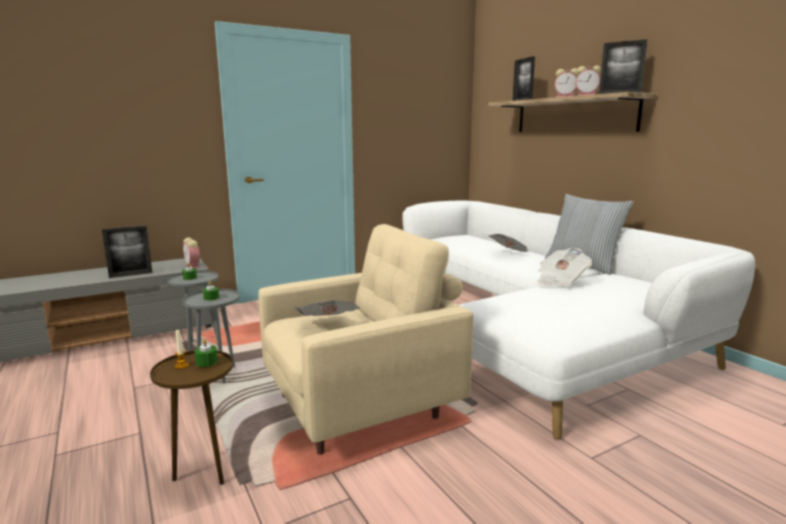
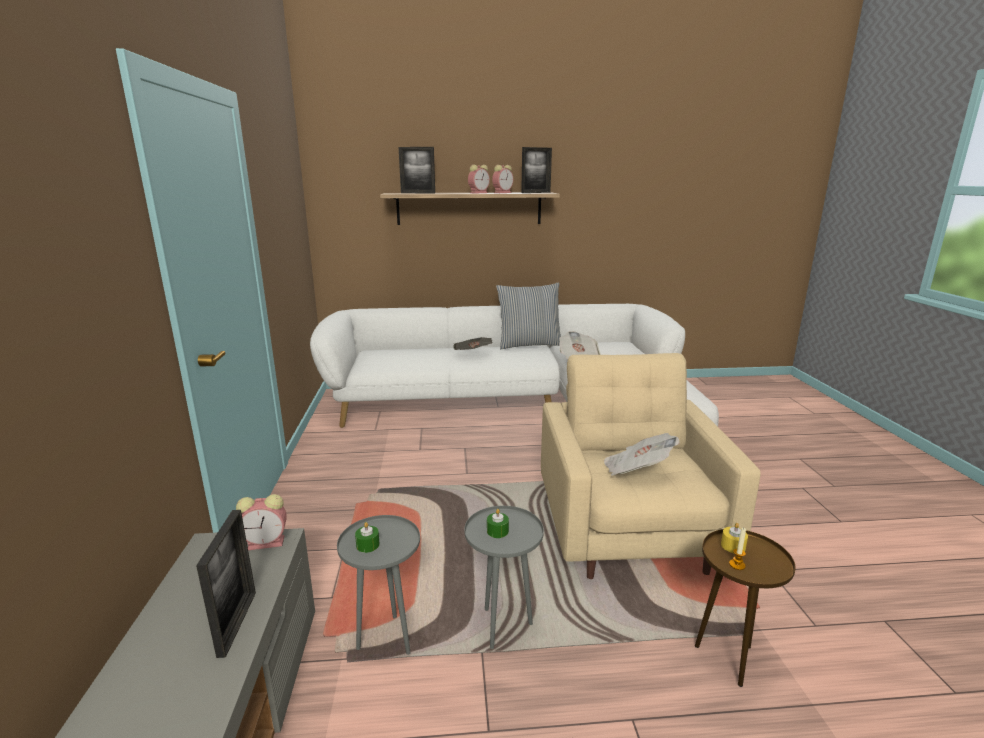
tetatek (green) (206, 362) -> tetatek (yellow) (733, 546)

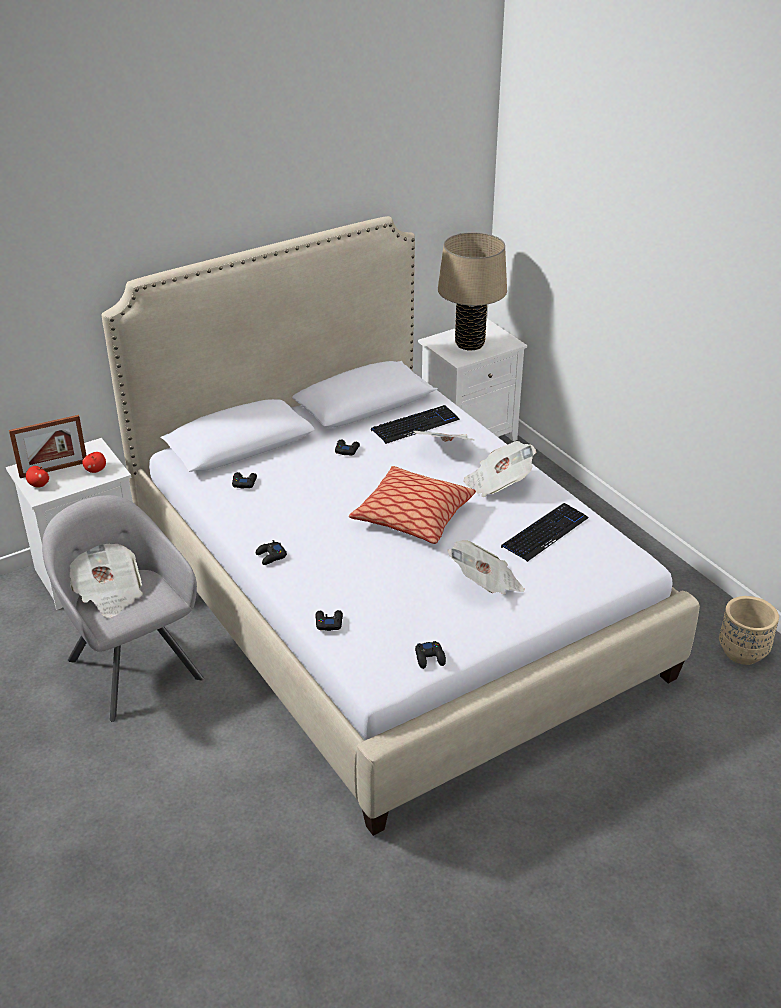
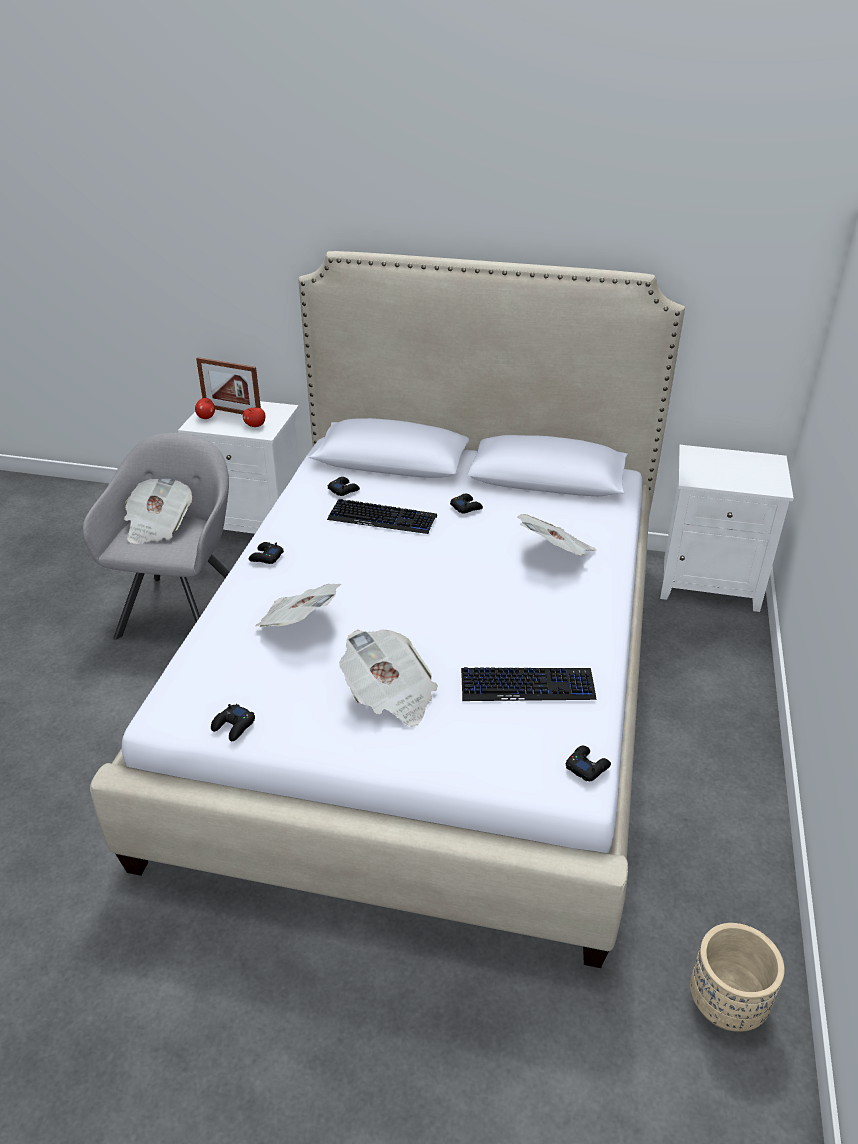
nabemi (412, 516) -> none
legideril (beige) (469, 344) -> none
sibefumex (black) (328, 622) -> sibefumex (black) (587, 767), relocated
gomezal (415, 425) -> gomezal (382, 518), relocated
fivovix (498, 483) -> fivovix (299, 623), relocated

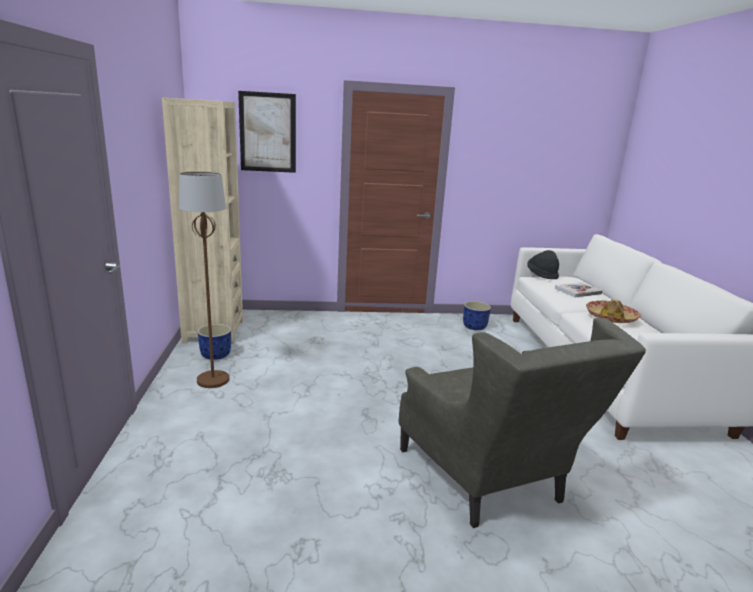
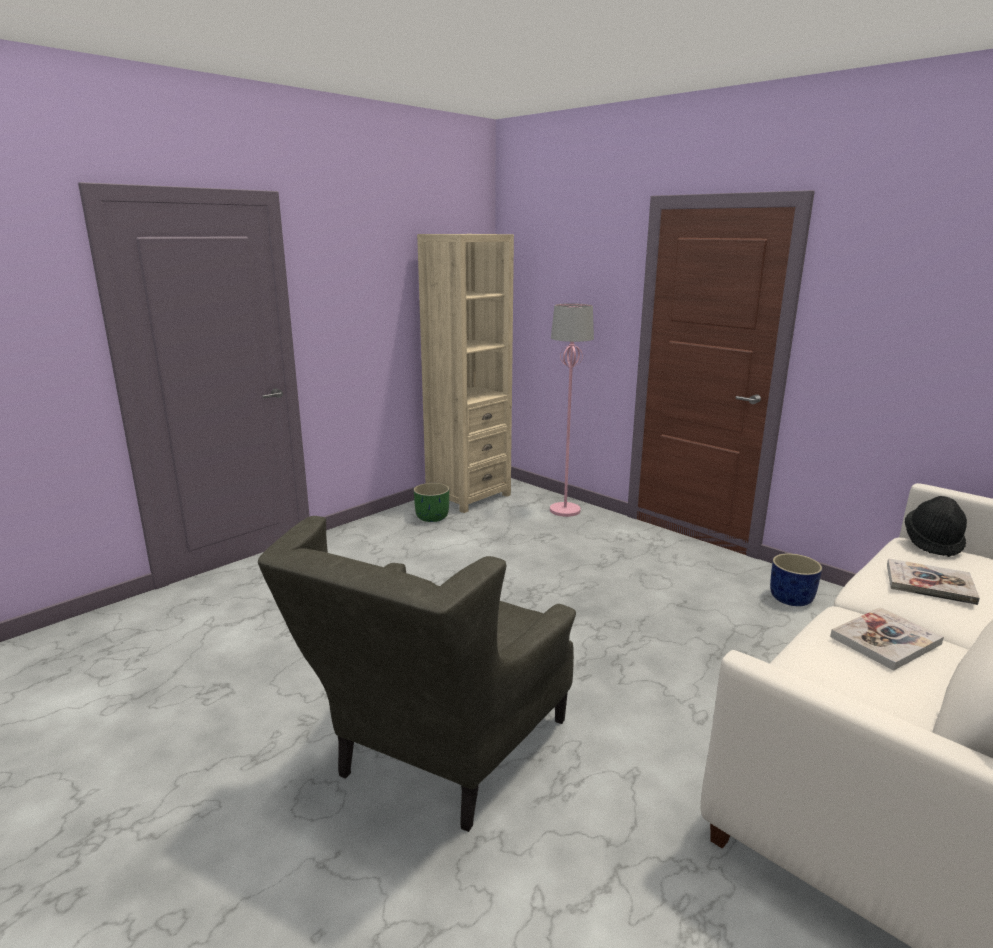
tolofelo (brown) (212, 380) -> none
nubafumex (268, 132) -> none
none -> tolofelo (pink) (565, 510)
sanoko (611, 317) -> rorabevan (885, 640)
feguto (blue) (215, 355) -> feguto (green) (432, 517)

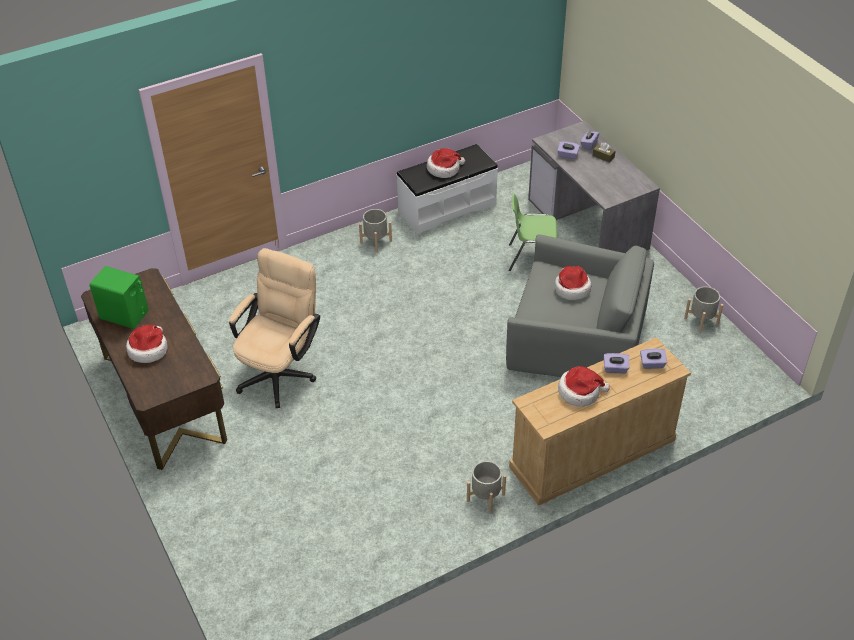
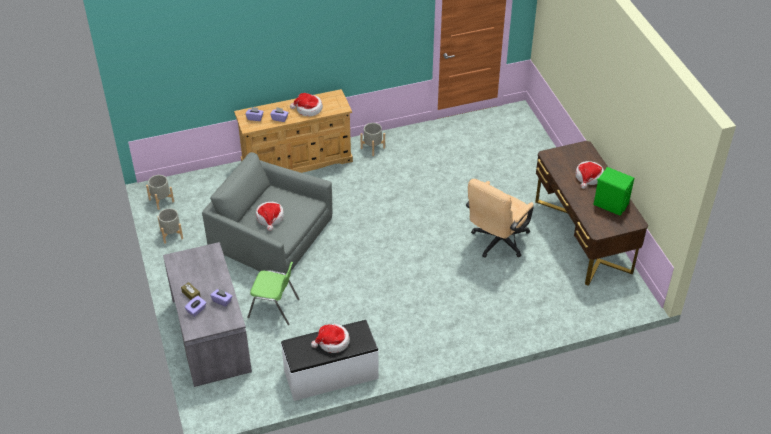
feguto (grey) (376, 242) -> feguto (grey) (161, 200), relocated

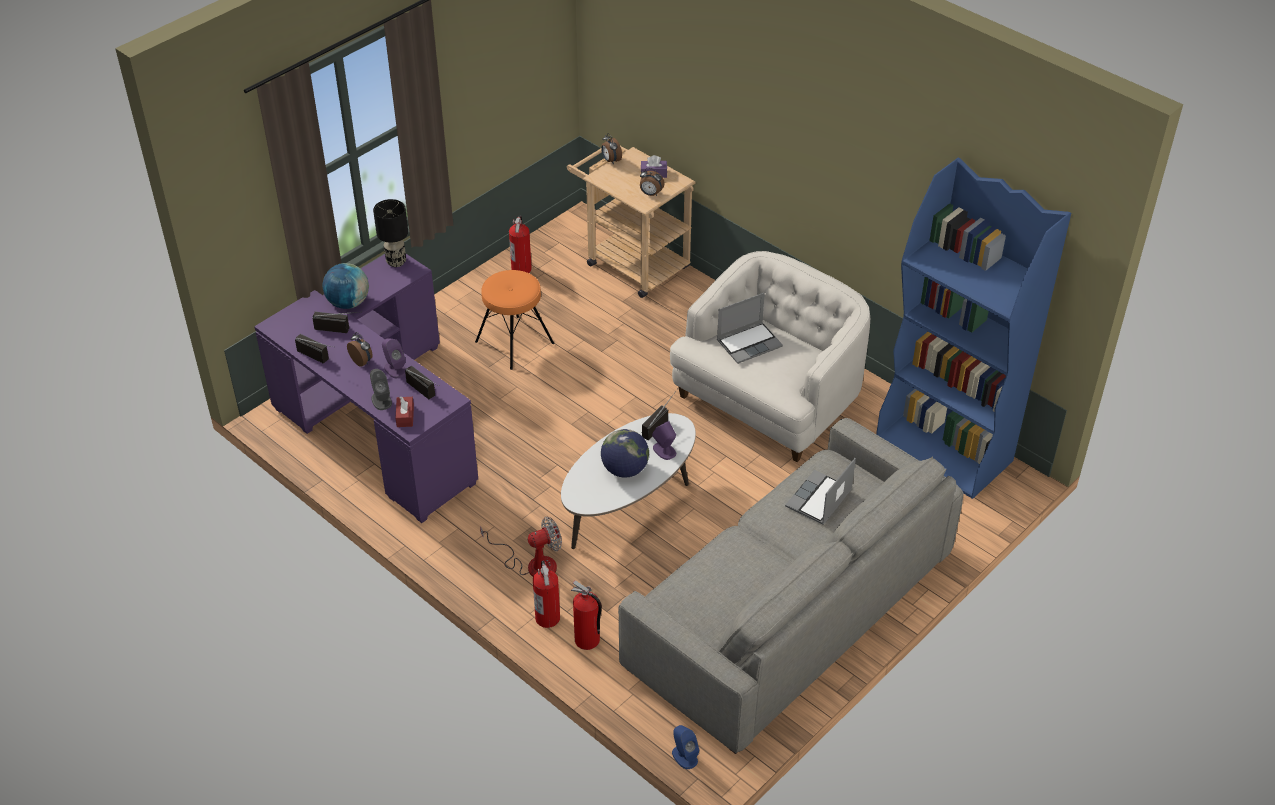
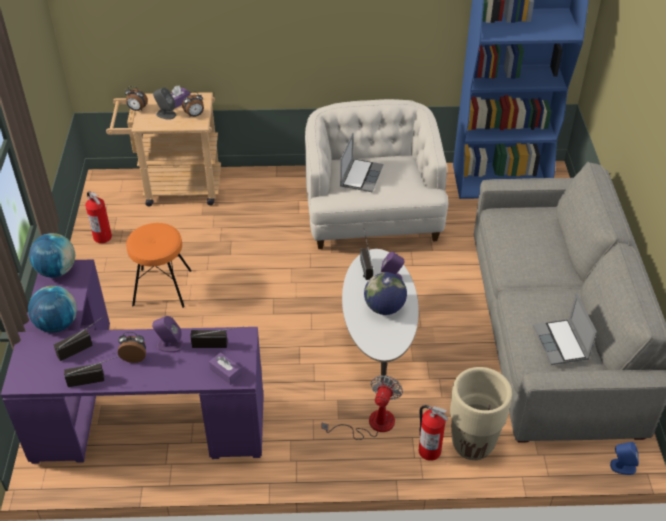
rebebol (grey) (381, 400) -> rebebol (grey) (166, 114), relocated
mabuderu (819, 500) -> mabuderu (561, 343), relocated
legideril (black) (396, 262) -> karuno (56, 271)
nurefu (587, 640) -> feguto (beige) (472, 444)
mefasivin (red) (405, 416) -> mefasivin (purple) (226, 372)

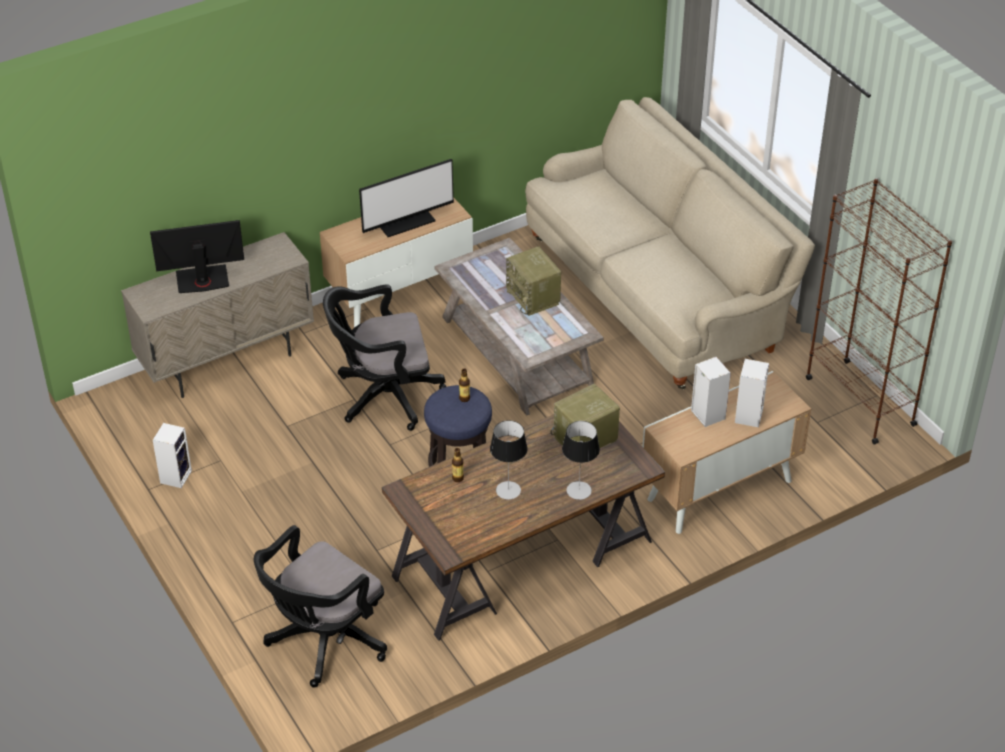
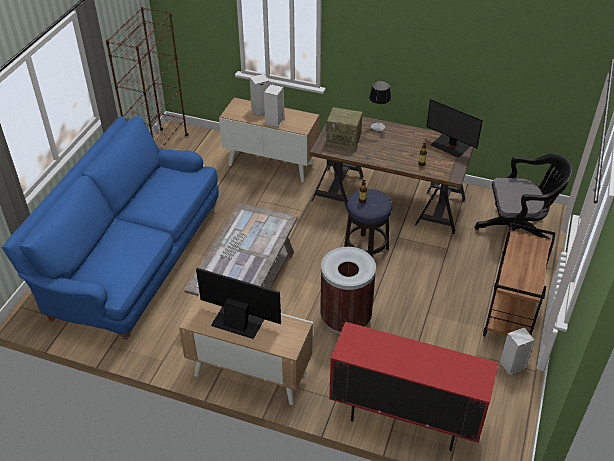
legideril (508, 490) -> none
none -> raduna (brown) (510, 317)
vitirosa (202, 280) -> vitirosa (450, 146), relocated
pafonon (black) (383, 396) -> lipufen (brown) (345, 319)
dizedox (534, 298) -> gomezal (233, 245)
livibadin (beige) (227, 362) -> livibadin (red) (404, 419)
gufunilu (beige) (658, 290) -> gufunilu (blue) (131, 258)

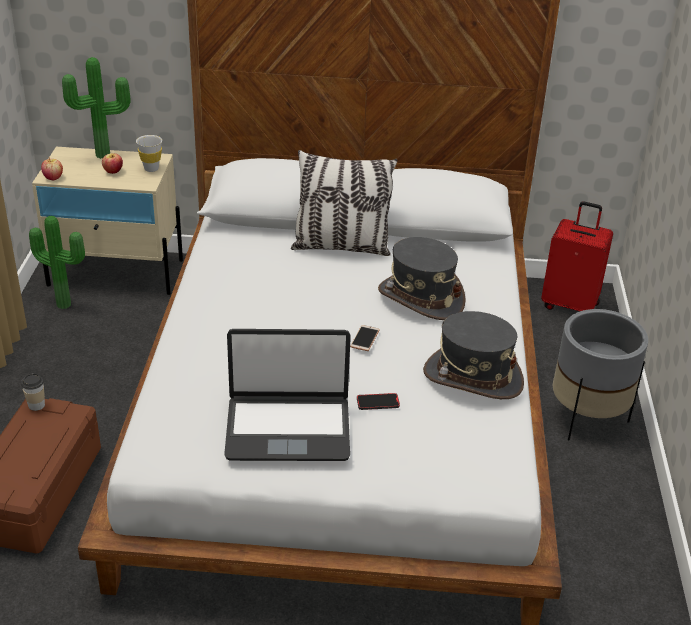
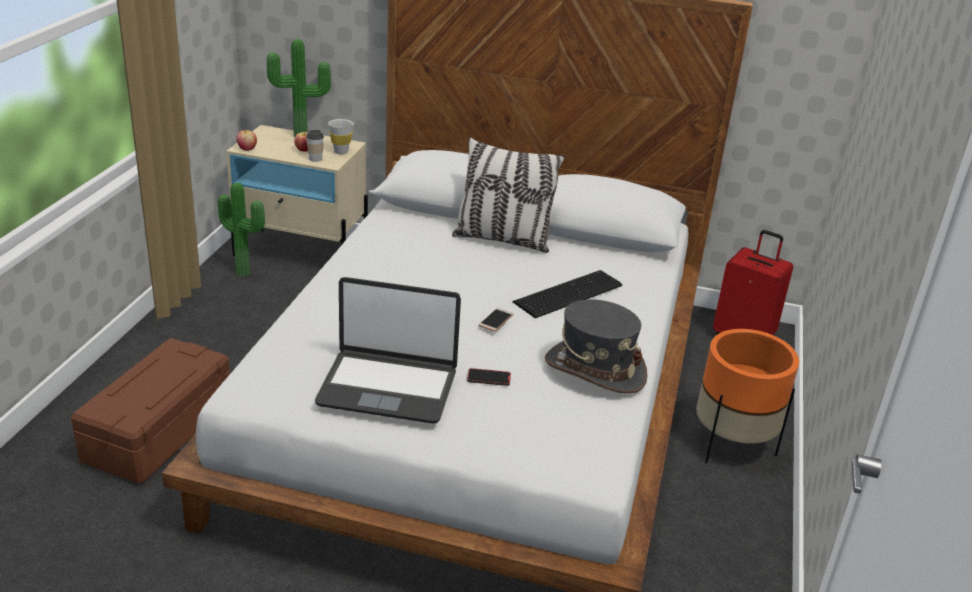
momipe (36, 405) -> momipe (315, 159), relocated
sanoko (grey) (420, 298) -> gomezal (565, 293)
feguto (grey) (587, 418) -> feguto (orange) (732, 445)

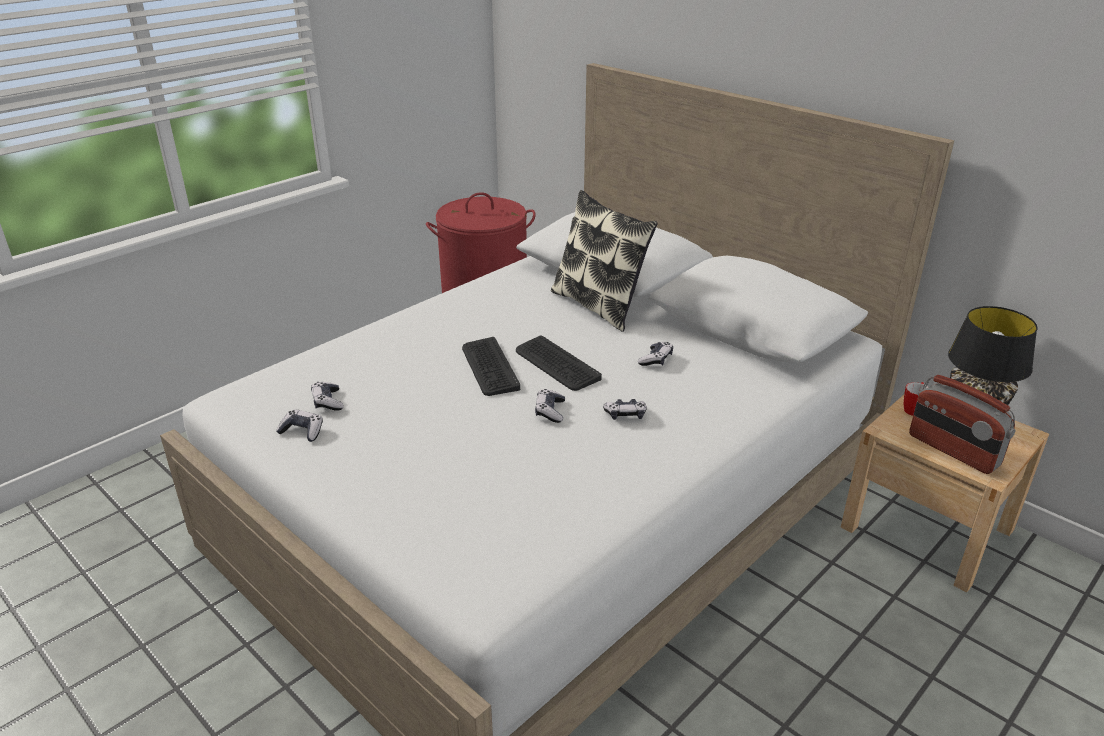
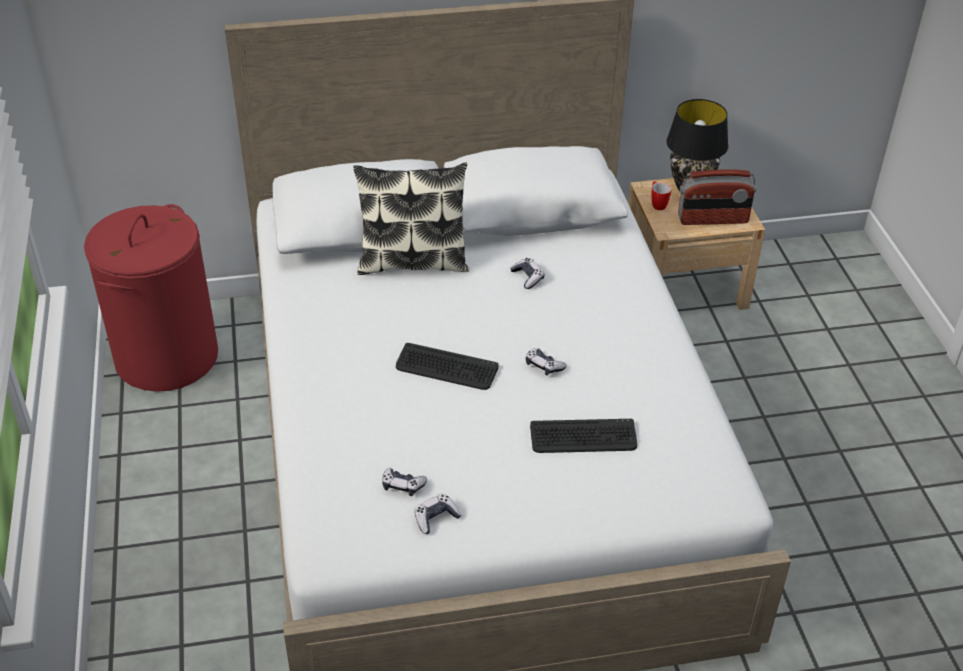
sibefumex (625, 414) -> none
gomezal (556, 364) -> gomezal (583, 437), relocated

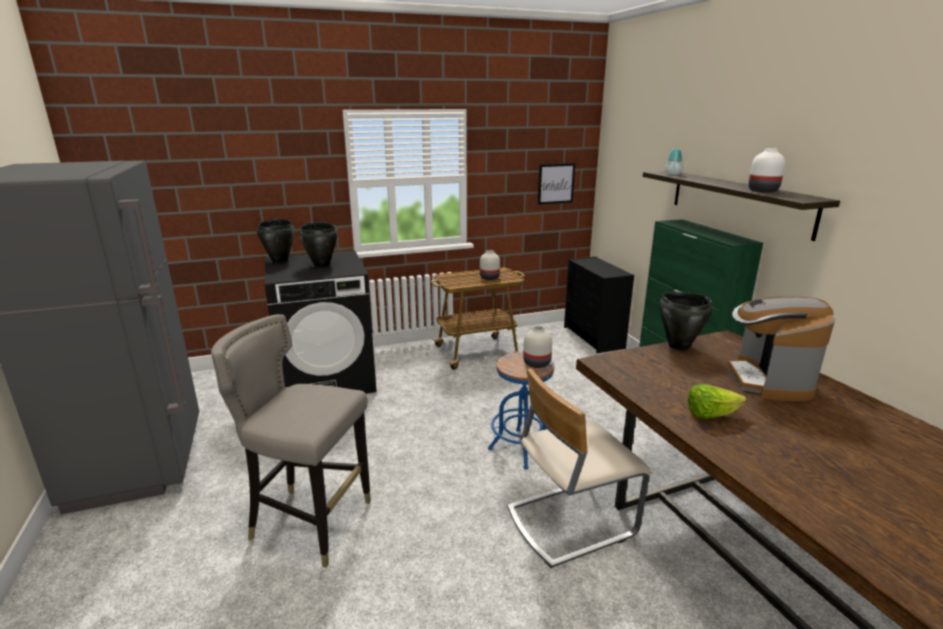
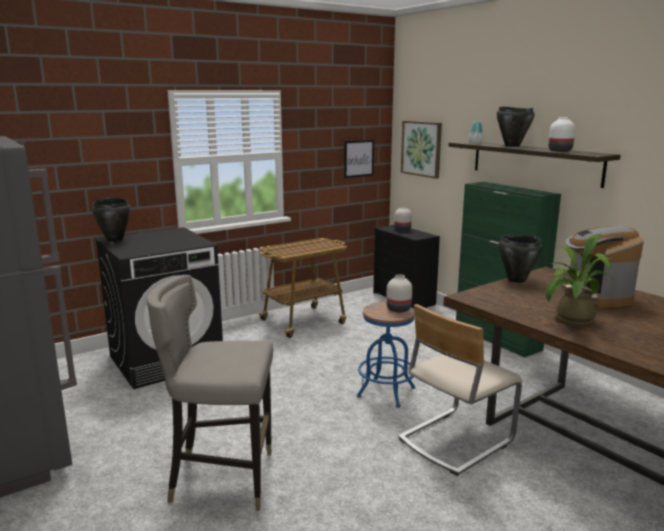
none -> nubafumex (421, 148)
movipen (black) (321, 265) -> movipen (black) (512, 146), relocated
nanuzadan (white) (490, 278) -> nanuzadan (white) (403, 230), relocated
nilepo (710, 415) -> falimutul (570, 321)

